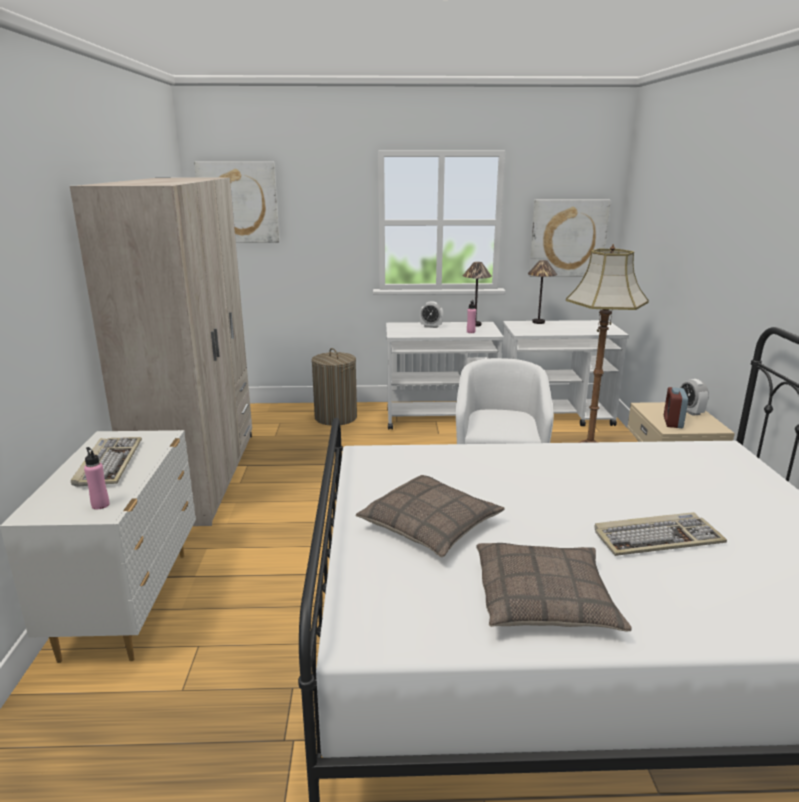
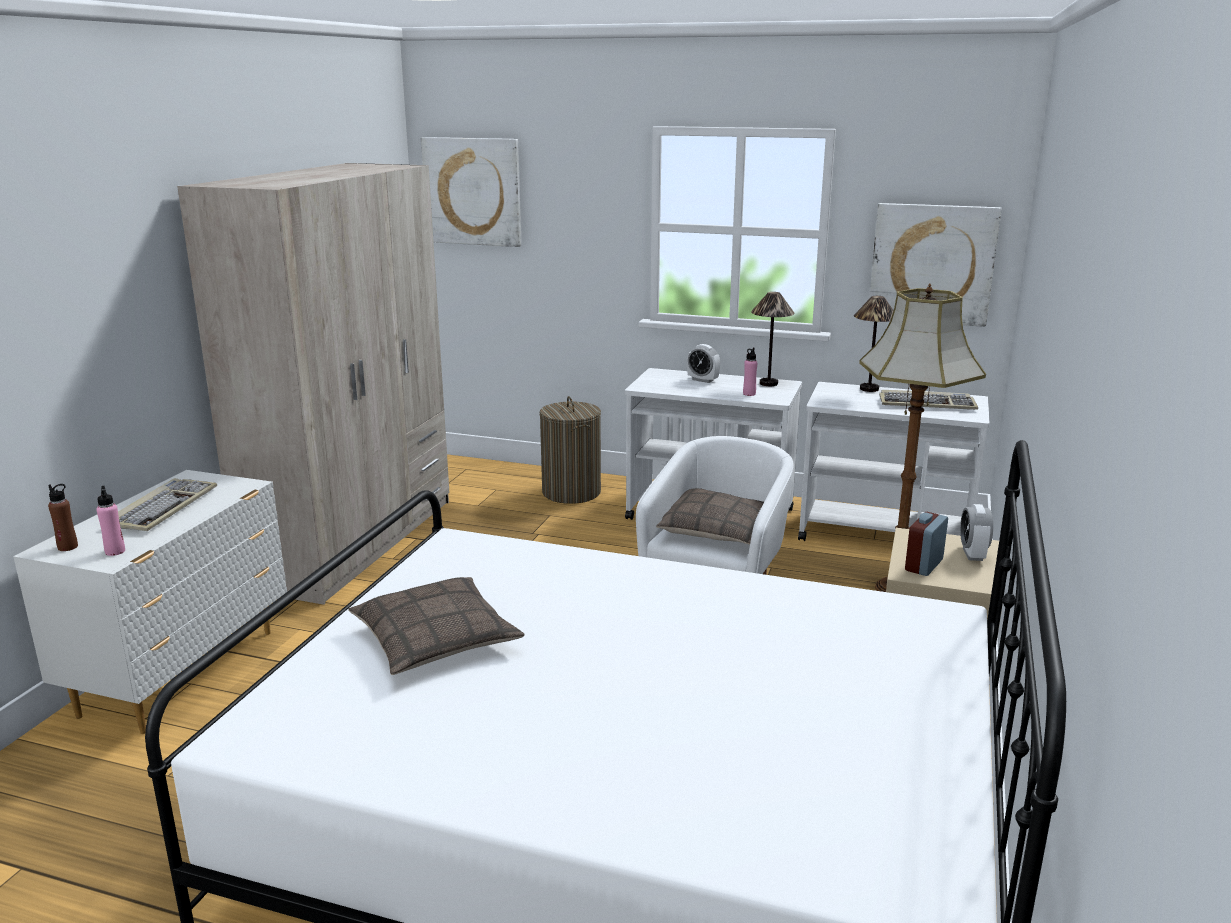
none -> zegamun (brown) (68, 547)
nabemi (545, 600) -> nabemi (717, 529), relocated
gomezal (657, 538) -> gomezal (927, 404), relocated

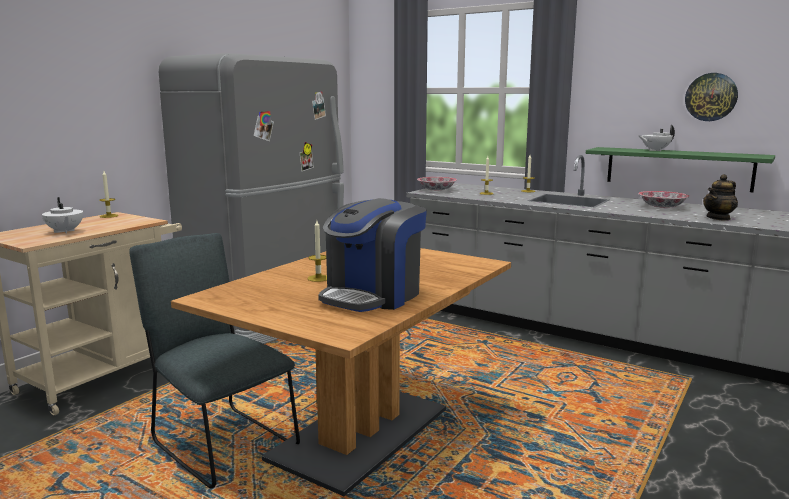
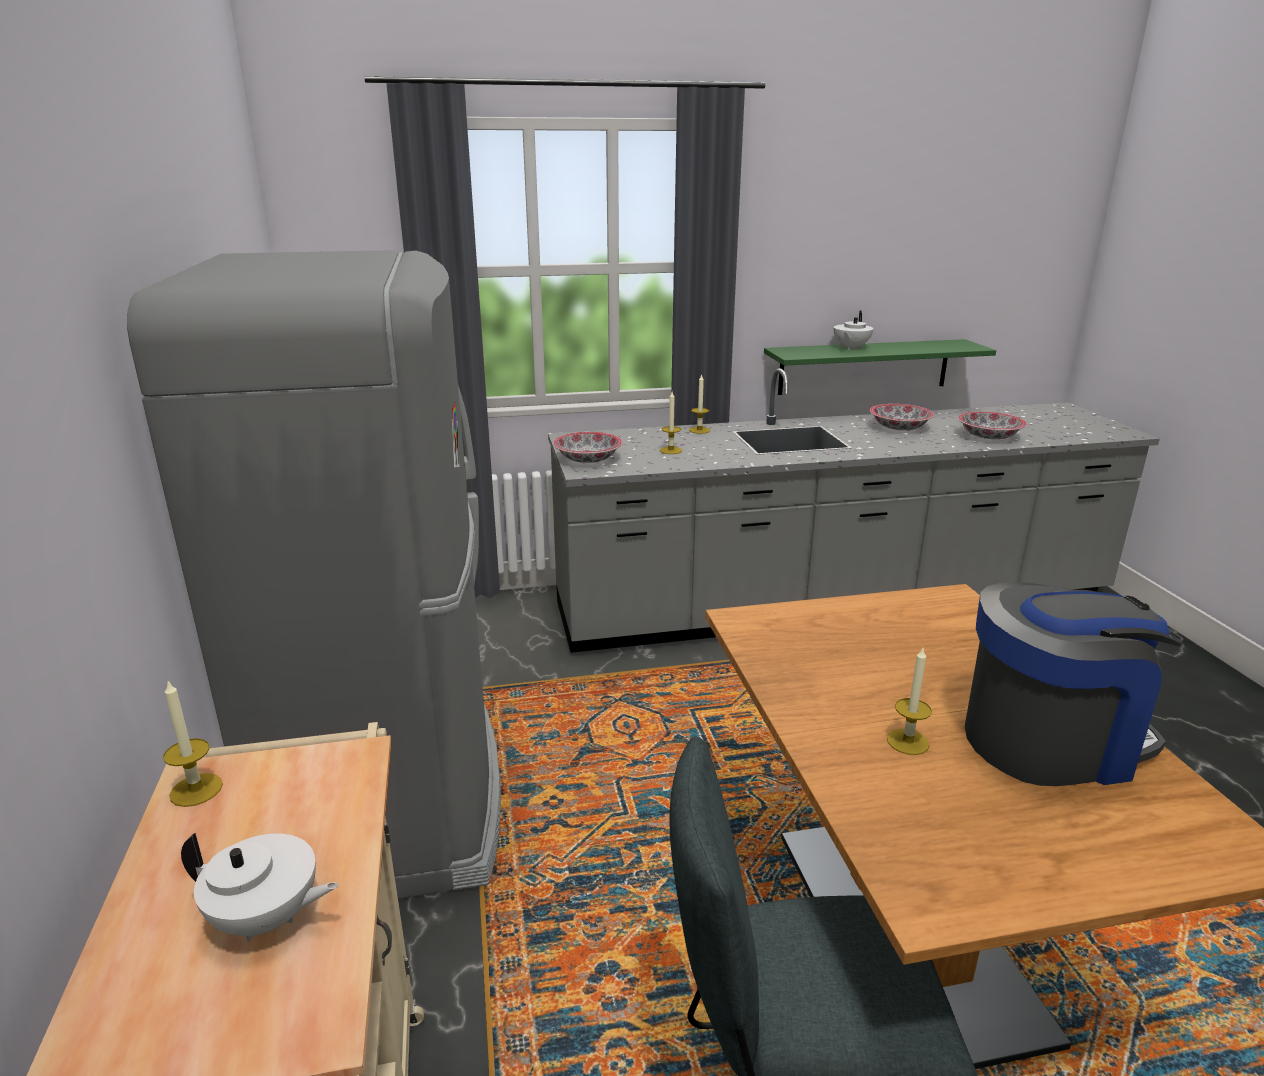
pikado (711, 97) -> none
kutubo (718, 218) -> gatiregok (989, 436)
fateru (373, 295) -> fateru (1051, 740), 90 degrees counterclockwise

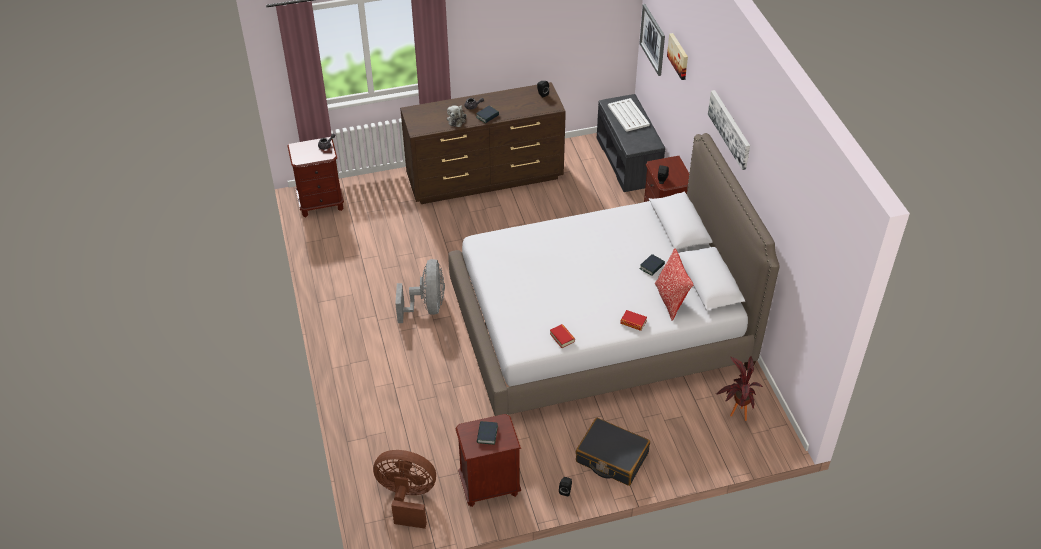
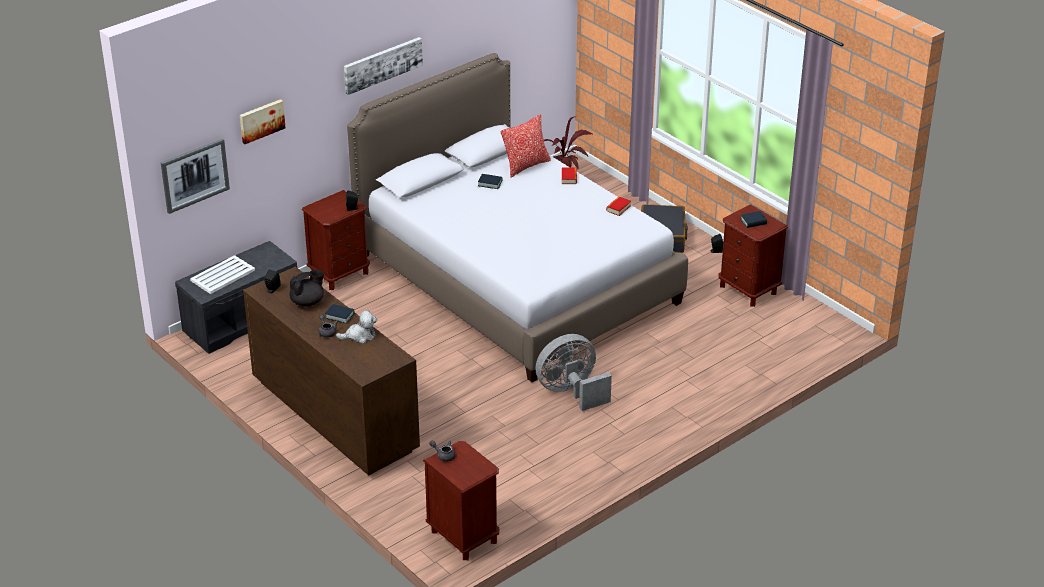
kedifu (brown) (407, 498) -> none
none -> kutubo (black) (308, 302)

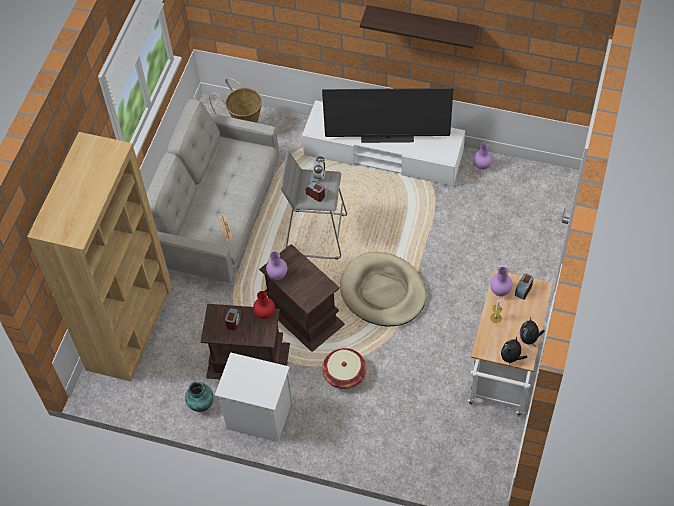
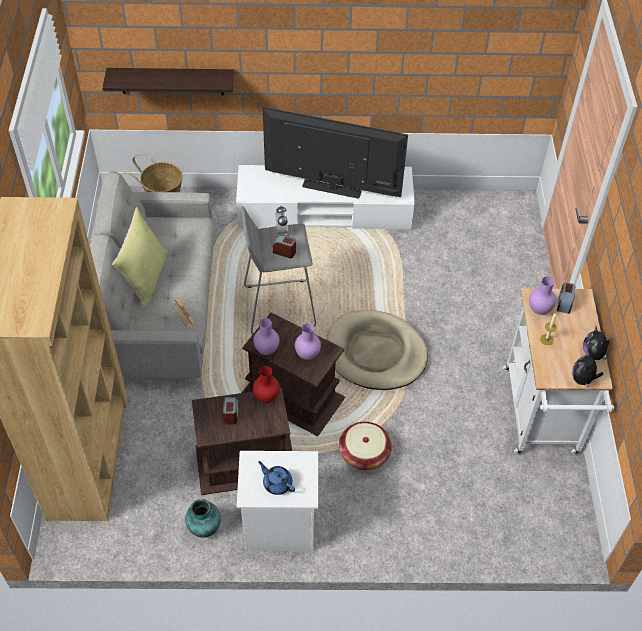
none -> nabemi (yellow) (146, 278)
none -> kutubo (blue) (277, 483)
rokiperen (422, 25) -> rokiperen (171, 81), relocated
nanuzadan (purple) (482, 166) -> nanuzadan (purple) (308, 354), relocated
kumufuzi (387, 138) -> kumufuzi (331, 189), 150 degrees counterclockwise

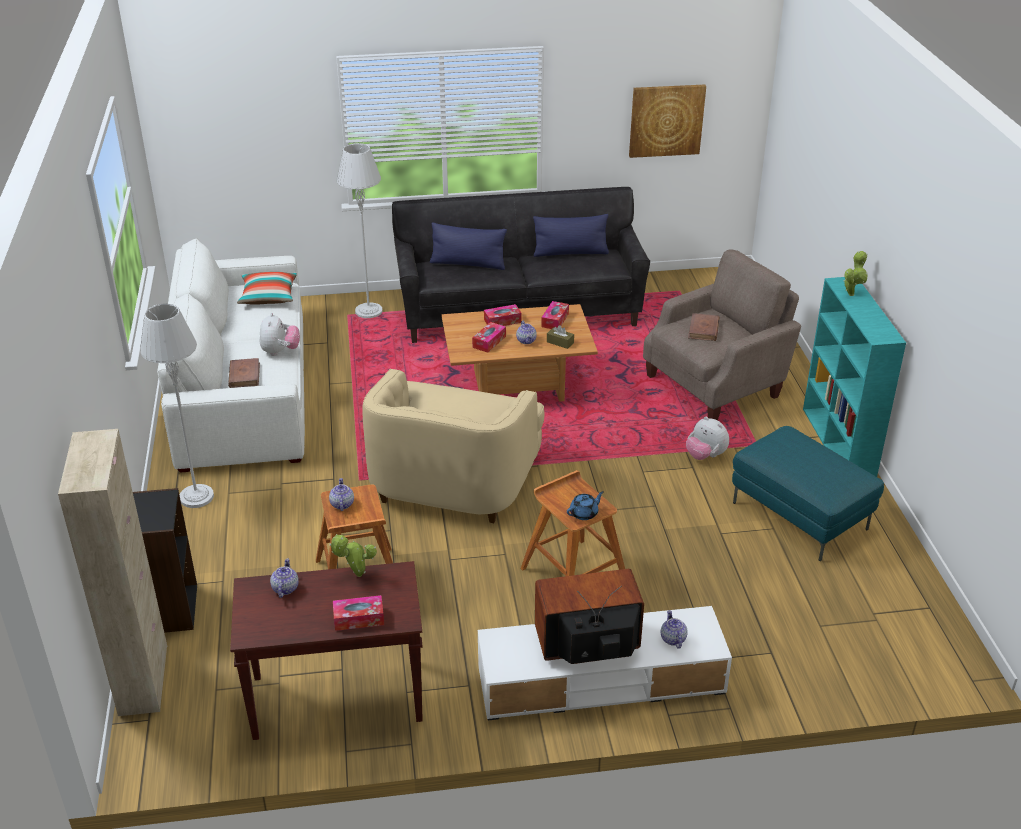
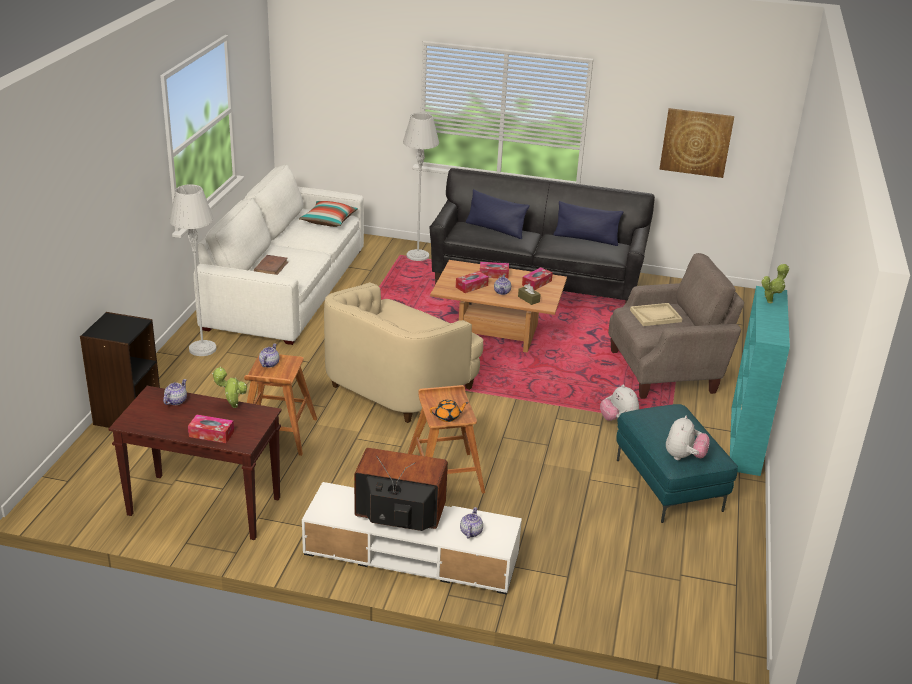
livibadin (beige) (143, 680) -> none
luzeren (280, 351) -> luzeren (684, 457), relocated
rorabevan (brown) (703, 329) -> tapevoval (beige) (655, 316)
kutubo (blue) (584, 513) -> kutubo (orange) (448, 417)

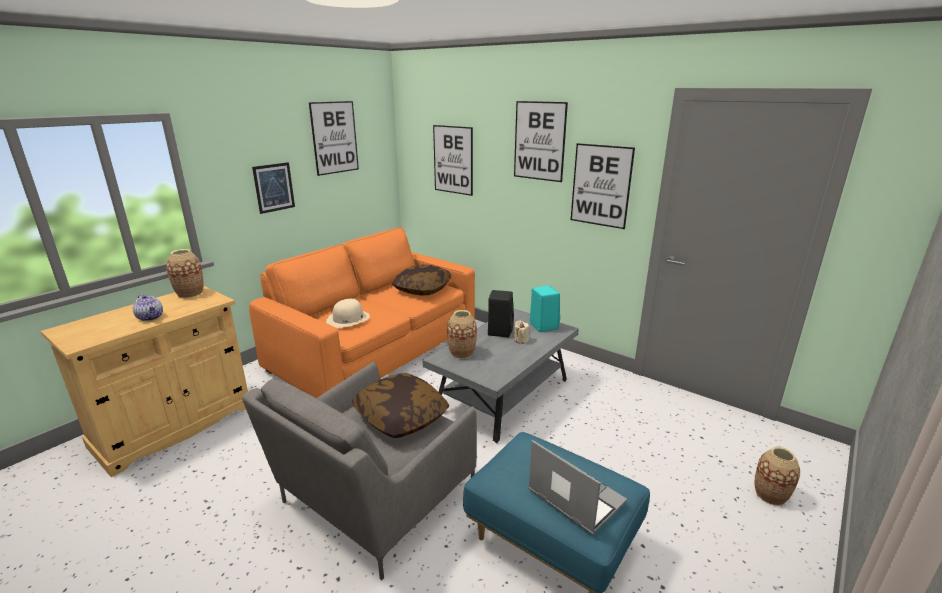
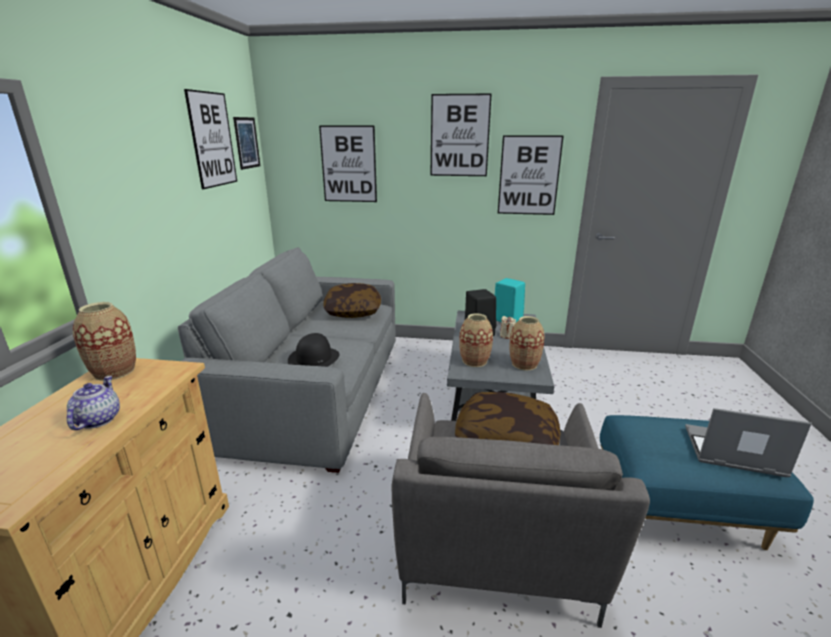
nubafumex (274, 187) -> nubafumex (247, 143), relocated
nanuzadan (770, 495) -> nanuzadan (524, 364), relocated
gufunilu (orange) (376, 348) -> gufunilu (grey) (314, 391)
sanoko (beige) (348, 319) -> sanoko (black) (314, 359)
kutubo (151, 317) -> kutubo (97, 419), 105 degrees counterclockwise

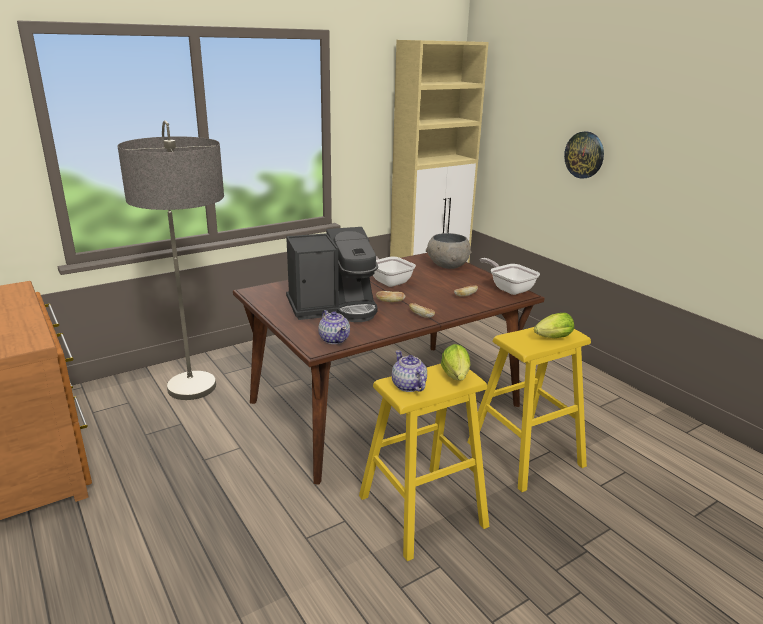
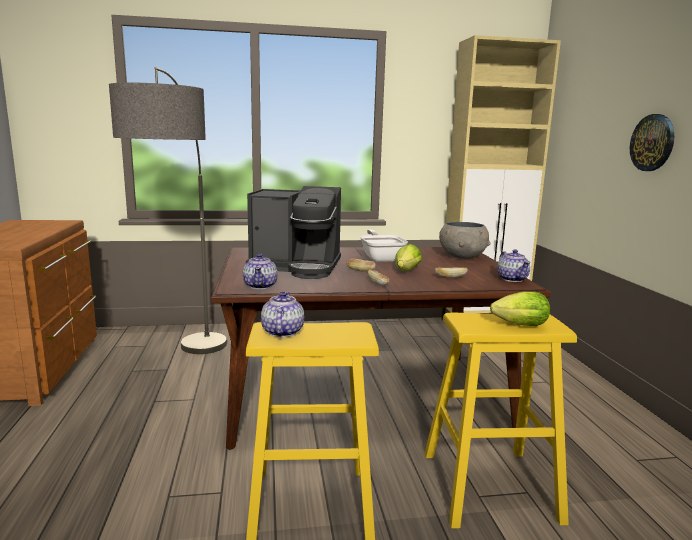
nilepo (456, 377) -> nilepo (405, 272), relocated
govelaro (509, 288) -> kutubo (512, 279)

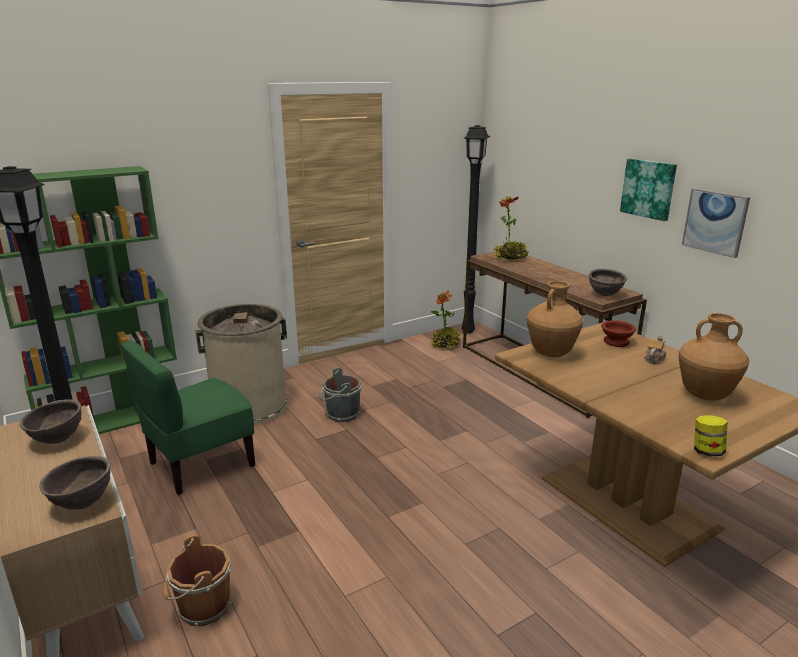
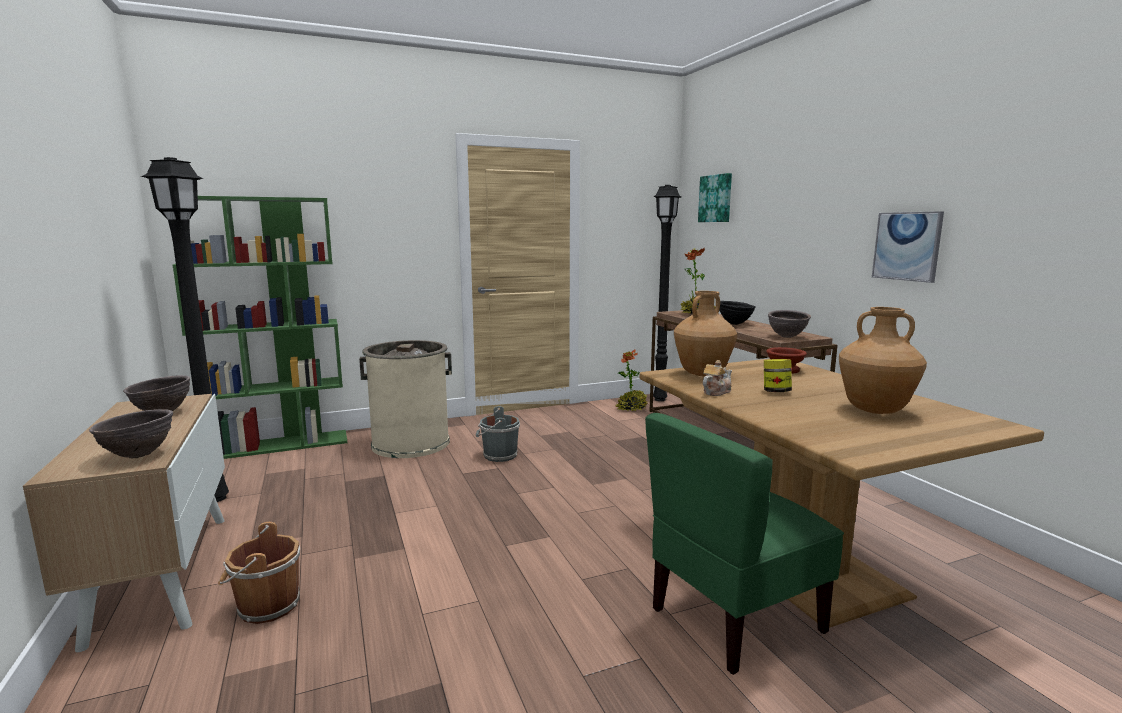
none -> gatiregok (black) (735, 324)
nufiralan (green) (201, 464) -> nufiralan (green) (734, 619), relocated
nubafumex (649, 188) -> nubafumex (716, 198), relocated
kutubo (654, 359) -> kutubo (715, 392), relocated
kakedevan (707, 451) -> kakedevan (776, 392), relocated

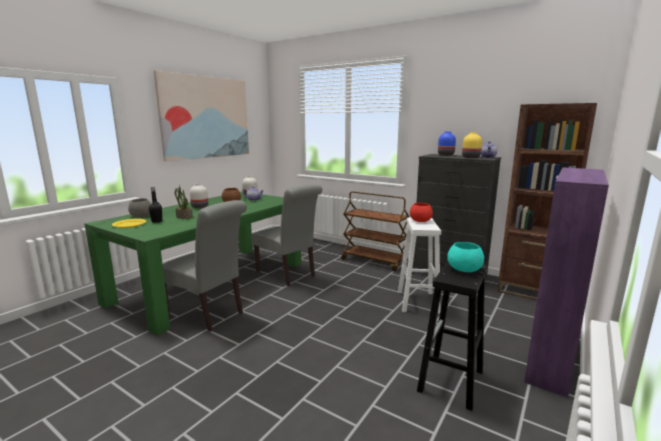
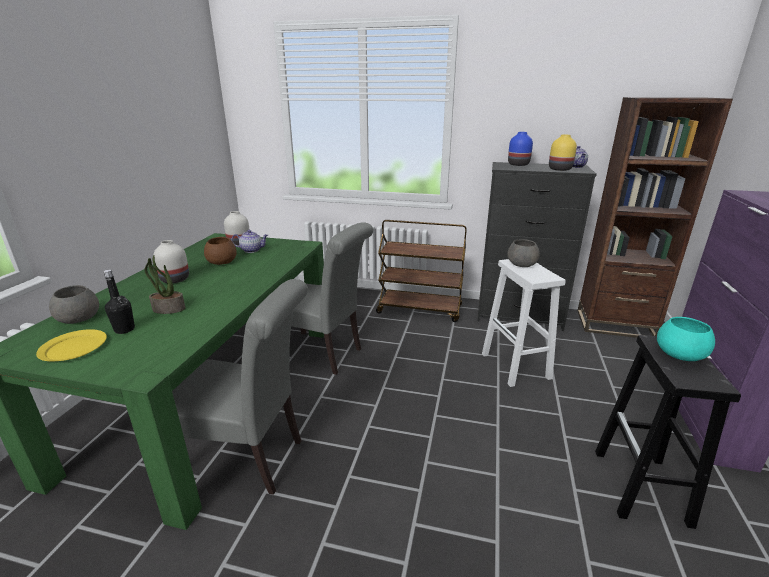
nubafumex (206, 117) -> none
gatiregok (red) (420, 220) -> gatiregok (grey) (522, 264)

